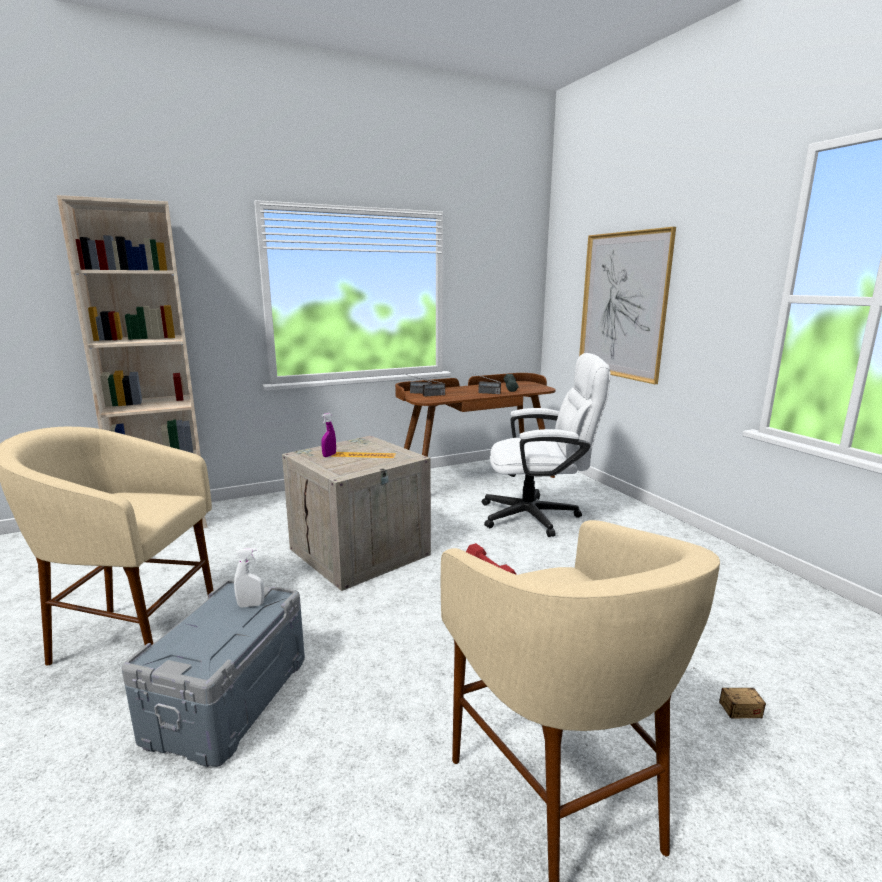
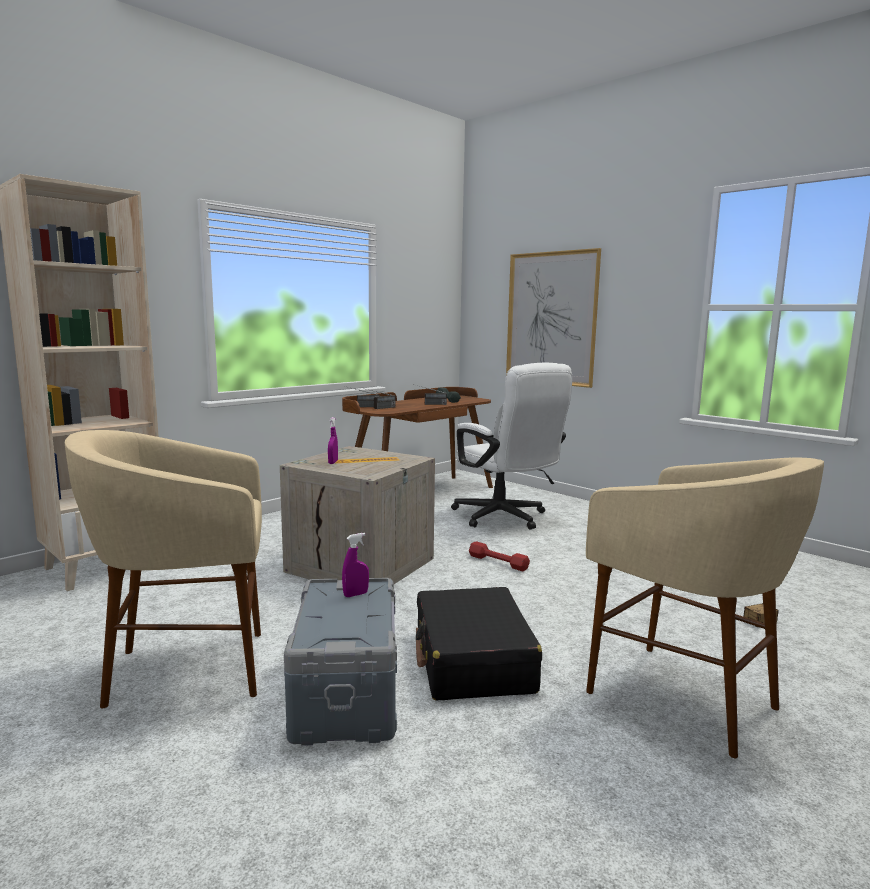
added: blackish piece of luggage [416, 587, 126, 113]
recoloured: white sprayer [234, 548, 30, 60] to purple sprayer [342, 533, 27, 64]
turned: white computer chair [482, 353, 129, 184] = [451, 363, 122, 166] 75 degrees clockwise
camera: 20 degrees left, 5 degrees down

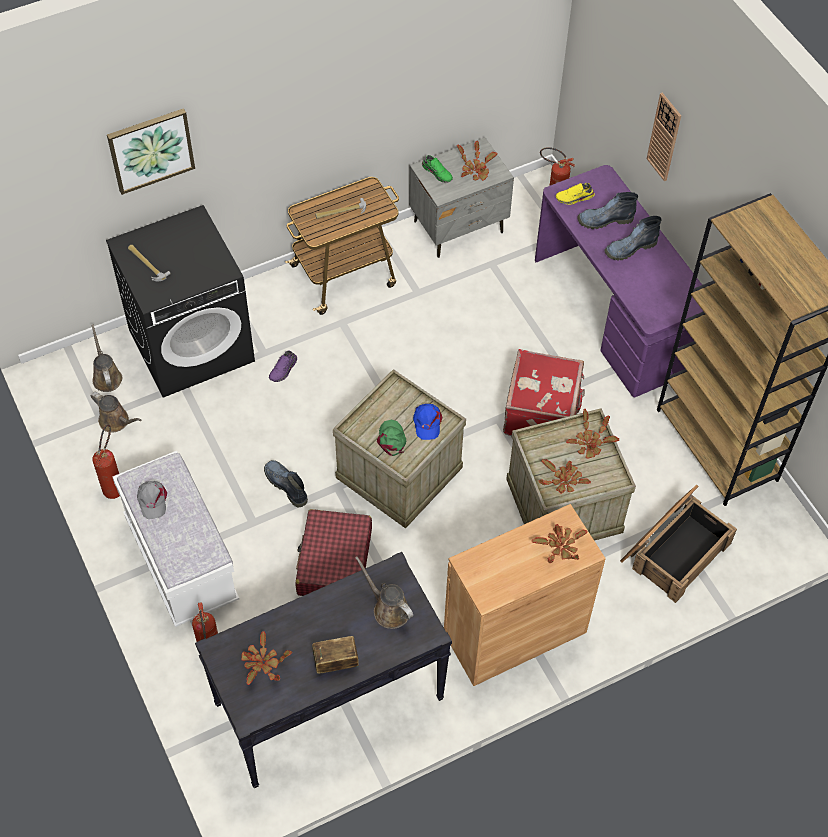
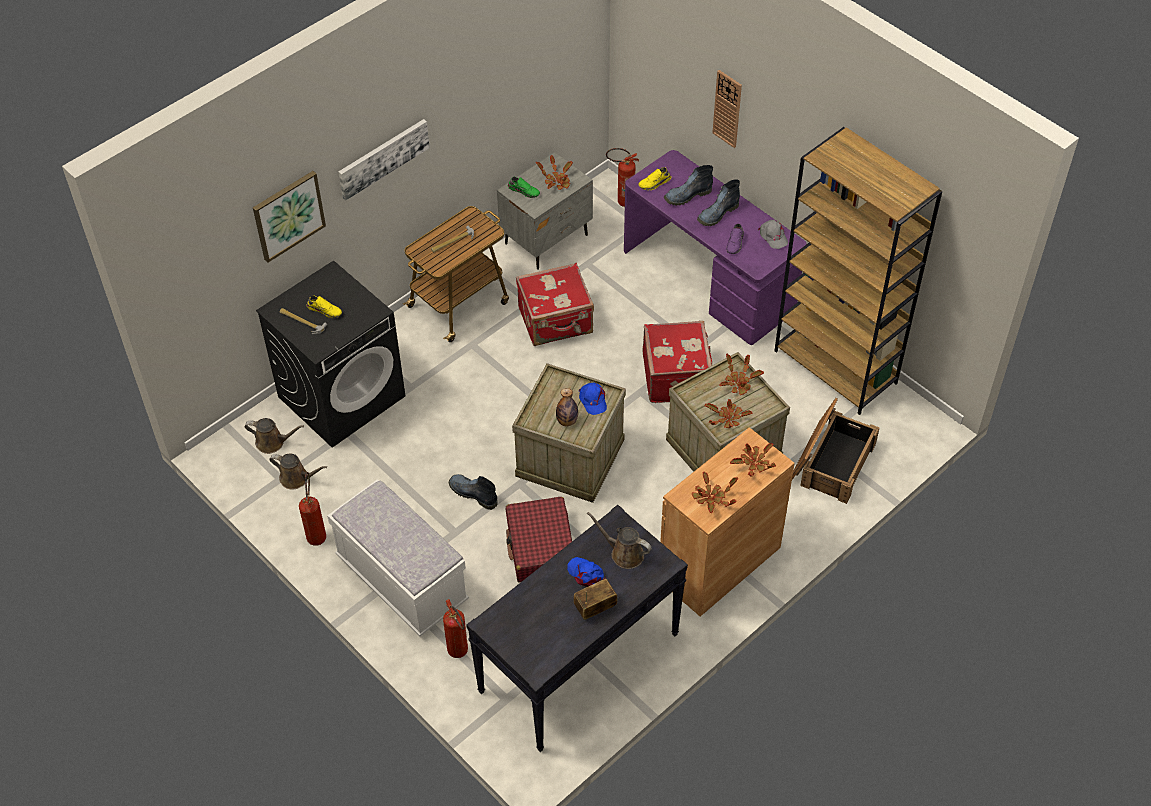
added: yellow item of footwear [307, 295, 35, 23]; wall picture [338, 119, 92, 81]; reddish piece of luggage [516, 263, 78, 83]; blue baseball cap [567, 557, 39, 30]
moved: plant in a pot [241, 631, 51, 54] to [692, 471, 46, 42]; purple item of footwear [269, 351, 28, 31] to [727, 224, 17, 30]; gray baseball cap [137, 481, 30, 38] to [758, 220, 30, 29]
replaced: green baseball cap [377, 419, 29, 37] to beverage bottle [556, 388, 22, 38]
turned: brownish sprinkling can [92, 325, 30, 67] = [245, 418, 59, 36] 135 degrees clockwise
camera: 15 degrees left, 5 degrees down

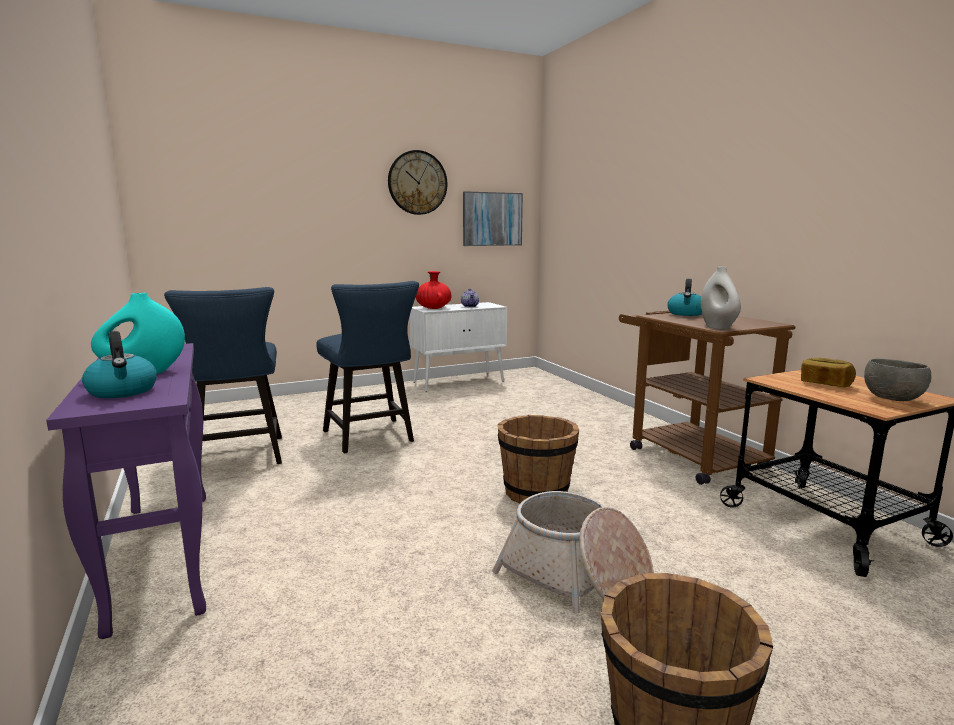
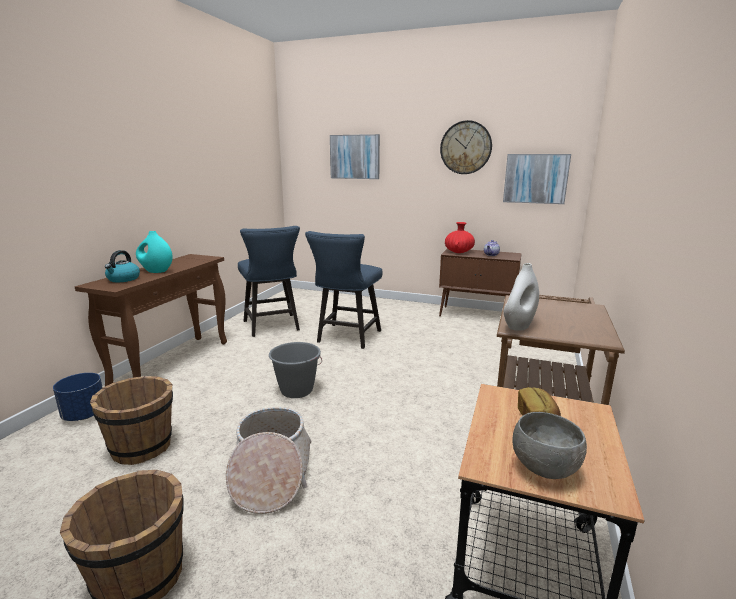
removed: kettle [667, 279, 35, 37]
added: blue plant pot [53, 373, 50, 48]; gray water bucket [269, 342, 53, 56]; wall picture [330, 134, 50, 45]
moved: brownish water bucket [498, 415, 81, 88] to [90, 376, 83, 89]
recoloured: purple hall table [46, 343, 160, 296] to brownish hall table [75, 254, 152, 132]; white cupboard [409, 302, 98, 90] to brownish cupboard [439, 248, 83, 68]
turned: blue plain chair [164, 287, 118, 177] = [238, 226, 62, 111] 45 degrees counterclockwise
camera: 45 degrees right, 5 degrees up

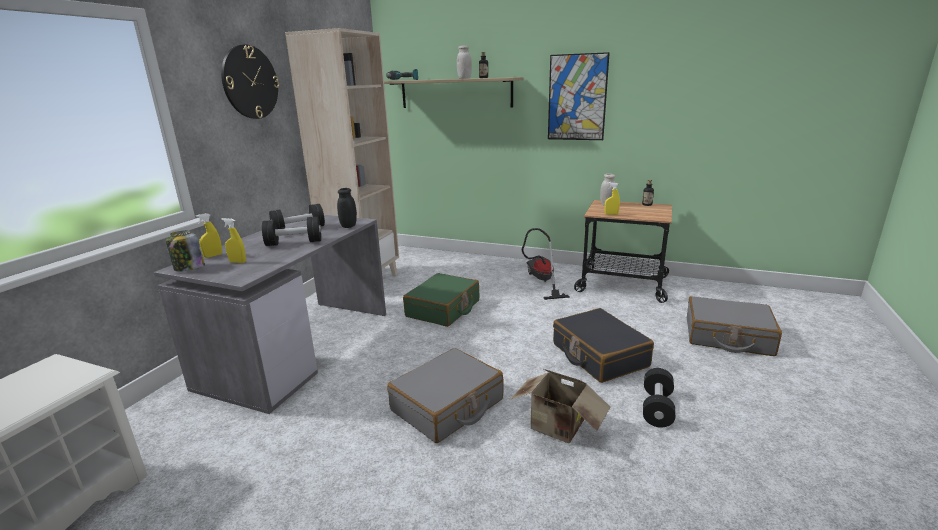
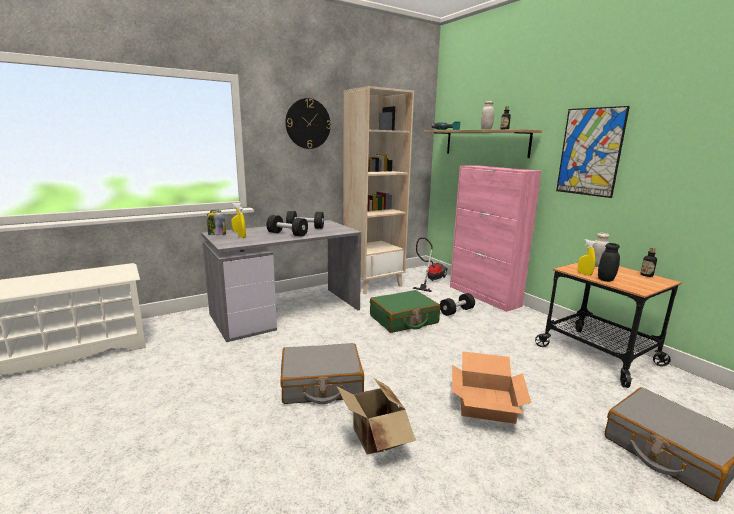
added: pink cupboard [450, 165, 91, 147]
moved: hoover [522, 228, 48, 72] to [413, 237, 35, 55]; blackish dumbbell [643, 368, 32, 60] to [440, 293, 35, 23]; blackish jar [337, 188, 20, 40] to [598, 243, 22, 39]
replaced: blackish piece of luggage [553, 308, 101, 75] to cardboard box [452, 351, 79, 73]
camera: 35 degrees right, 5 degrees down

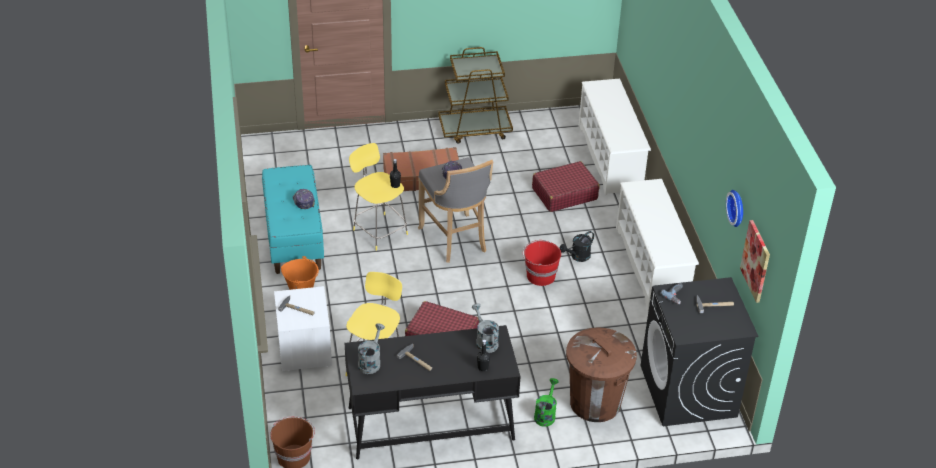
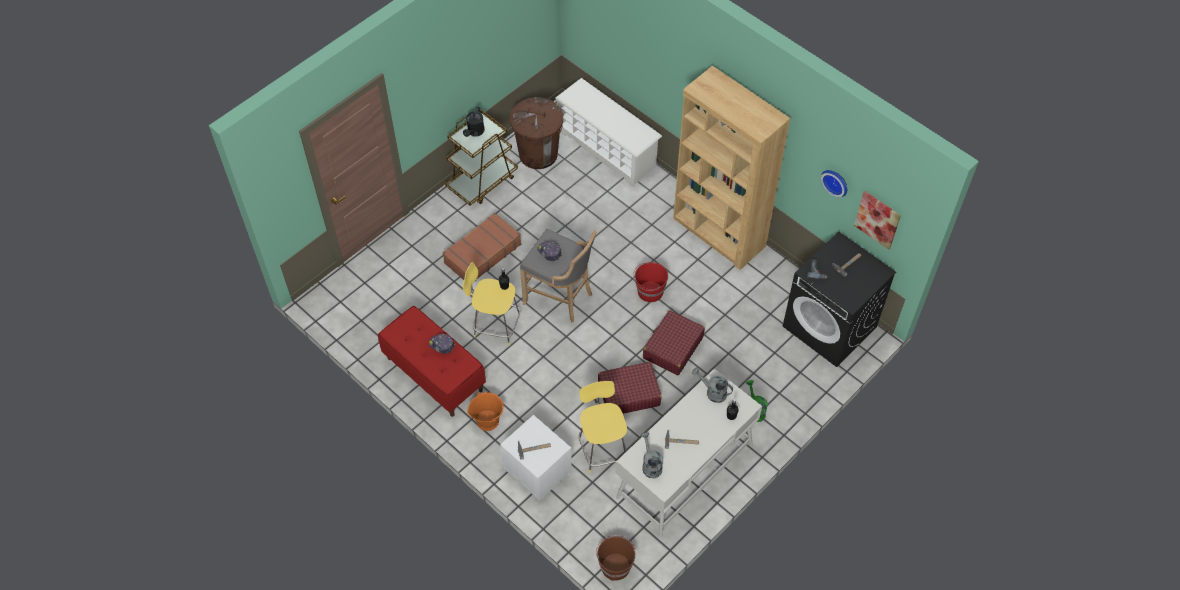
moved: blackish sprinkling can [559, 231, 35, 31] to [463, 107, 22, 30]; brownish rubbish bin [566, 327, 71, 95] to [510, 97, 53, 72]; reddish piece of luggage [532, 161, 68, 51] to [643, 310, 62, 65]
replaced: white shoe stand [616, 179, 83, 132] to brownish shelving unit [673, 66, 117, 204]
recoloured: blue-green indoor bench [262, 165, 62, 109] to reddish indoor bench [378, 306, 108, 111]; blackish desk table [345, 325, 176, 135] to white desk table [616, 368, 146, 169]
camera: 35 degrees left, 15 degrees up

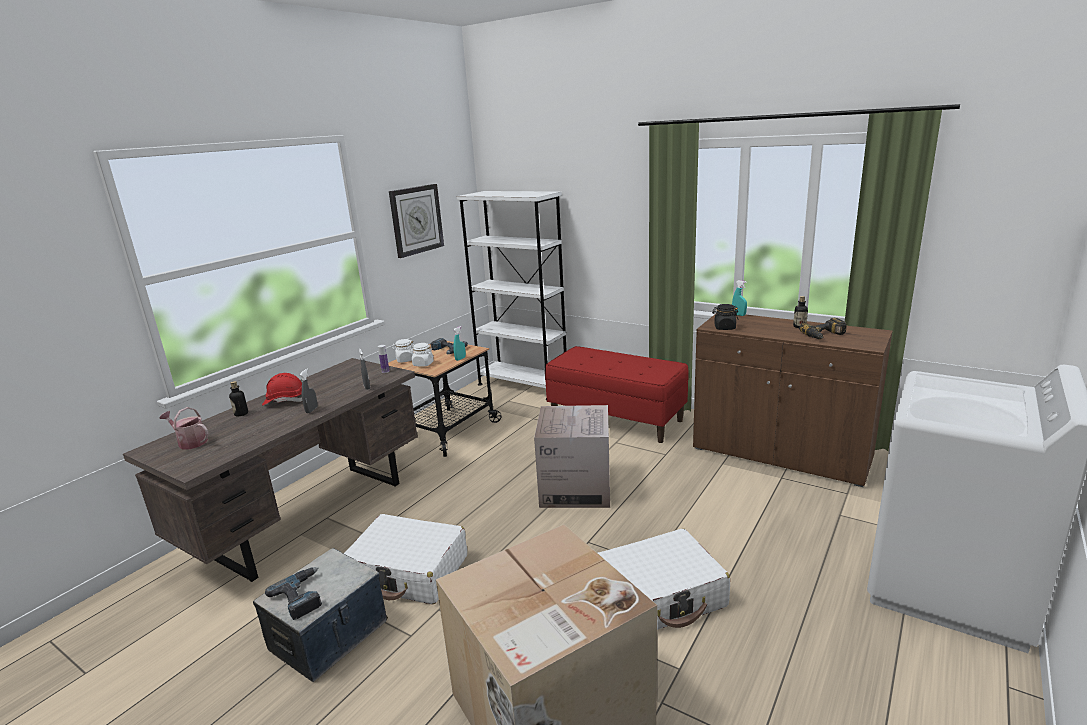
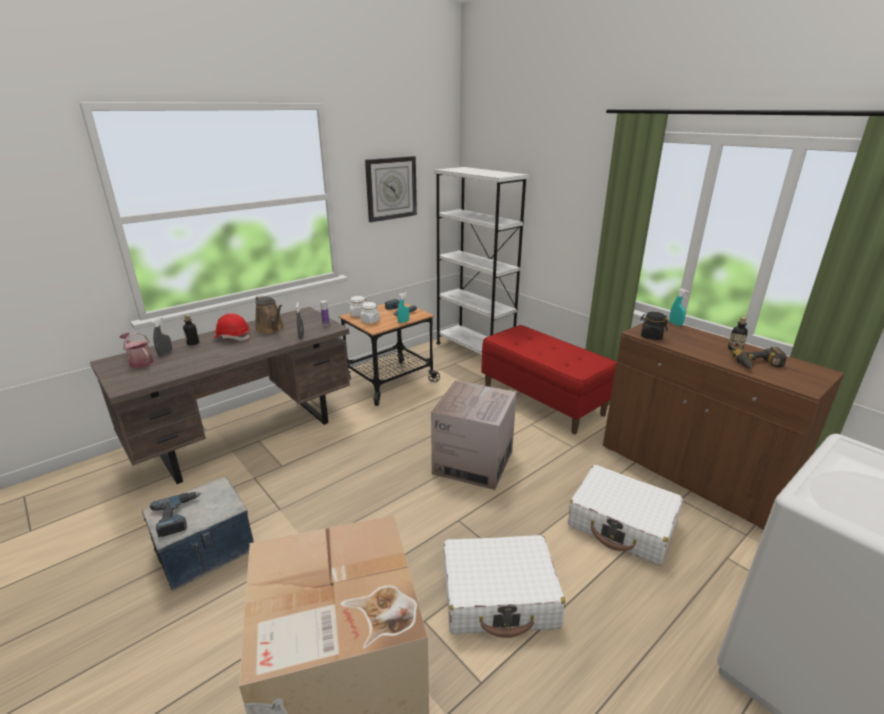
added: brownish sprinkling can [255, 295, 29, 39]
moved: gray sprayer [300, 368, 18, 45] to [152, 317, 20, 39]; white piece of luggage [344, 514, 123, 90] to [568, 465, 115, 100]
camera: 15 degrees right, 5 degrees up

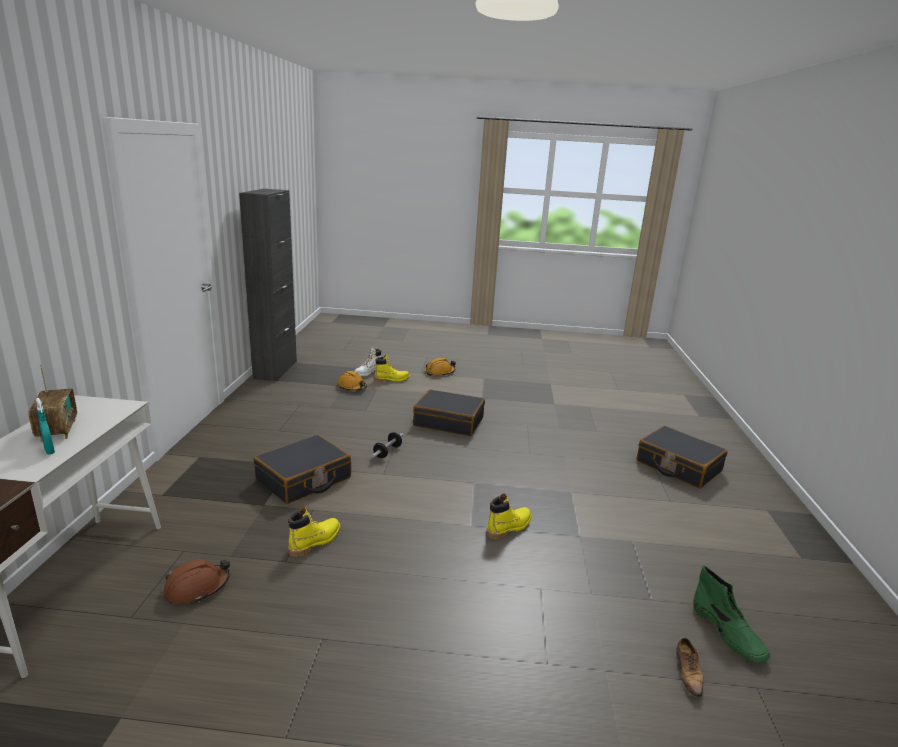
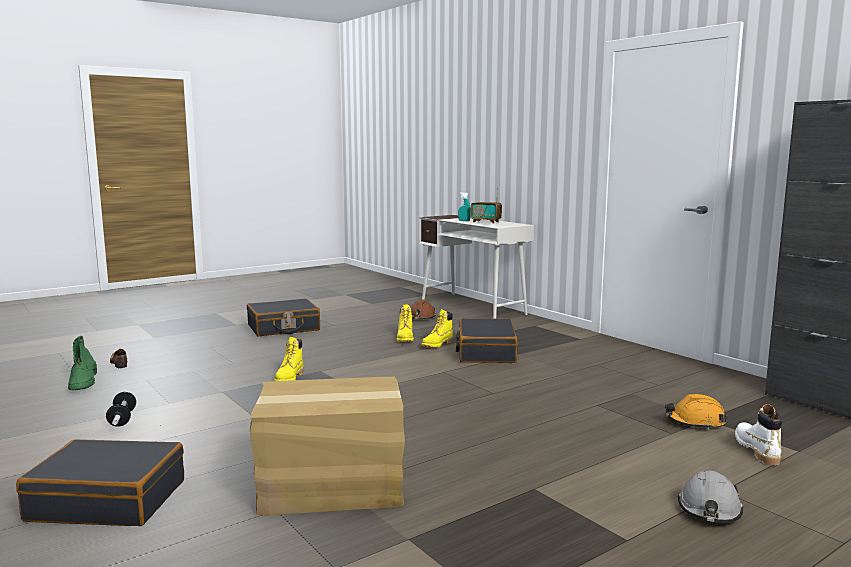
added: cardboard box [250, 377, 155, 138]
moved: dumbbell [371, 432, 32, 26] to [106, 392, 30, 35]; blackish piece of luggage [413, 389, 72, 47] to [247, 299, 73, 37]; yellow high-top boot [374, 355, 36, 27] to [421, 309, 32, 38]
recoloured: orange work helmet [426, 358, 30, 18] to gray work helmet [678, 470, 65, 53]
turned: green high-top boot [693, 566, 77, 97] = [68, 336, 29, 54] 135 degrees counterclockwise
camera: 140 degrees right, 10 degrees down

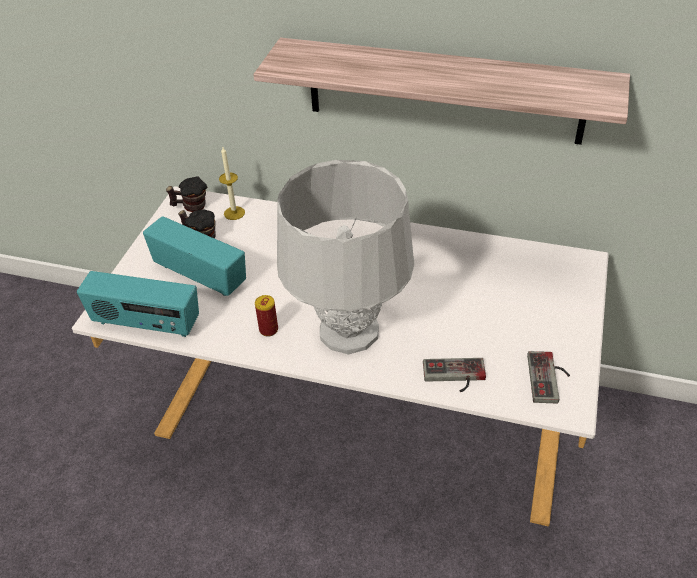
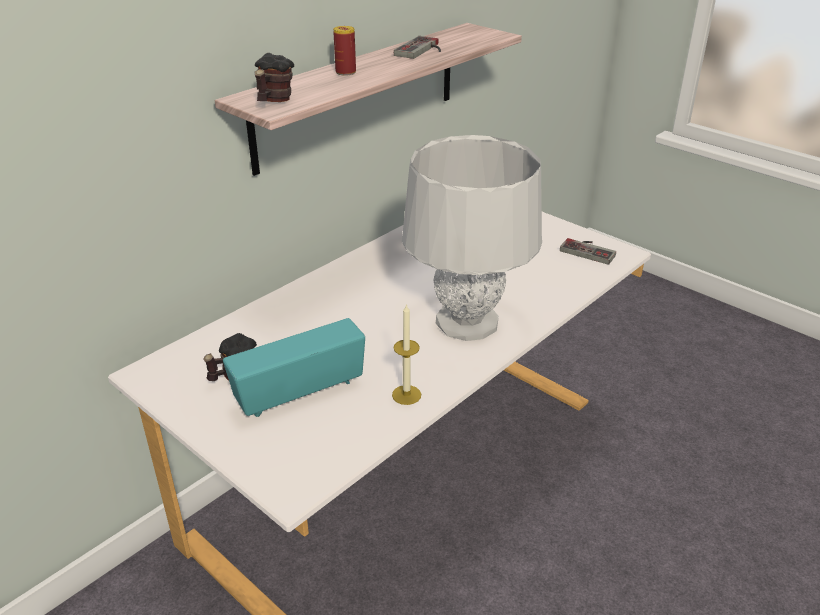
removed: radio set [77, 271, 122, 66]
moved: mug [166, 176, 41, 36] to [255, 53, 39, 49]; sealed can [255, 295, 23, 42] to [333, 26, 23, 50]; wax candle [219, 147, 26, 73] to [392, 304, 29, 101]; joypad [423, 358, 63, 34] to [394, 36, 47, 23]
camera: 65 degrees left, 10 degrees down

